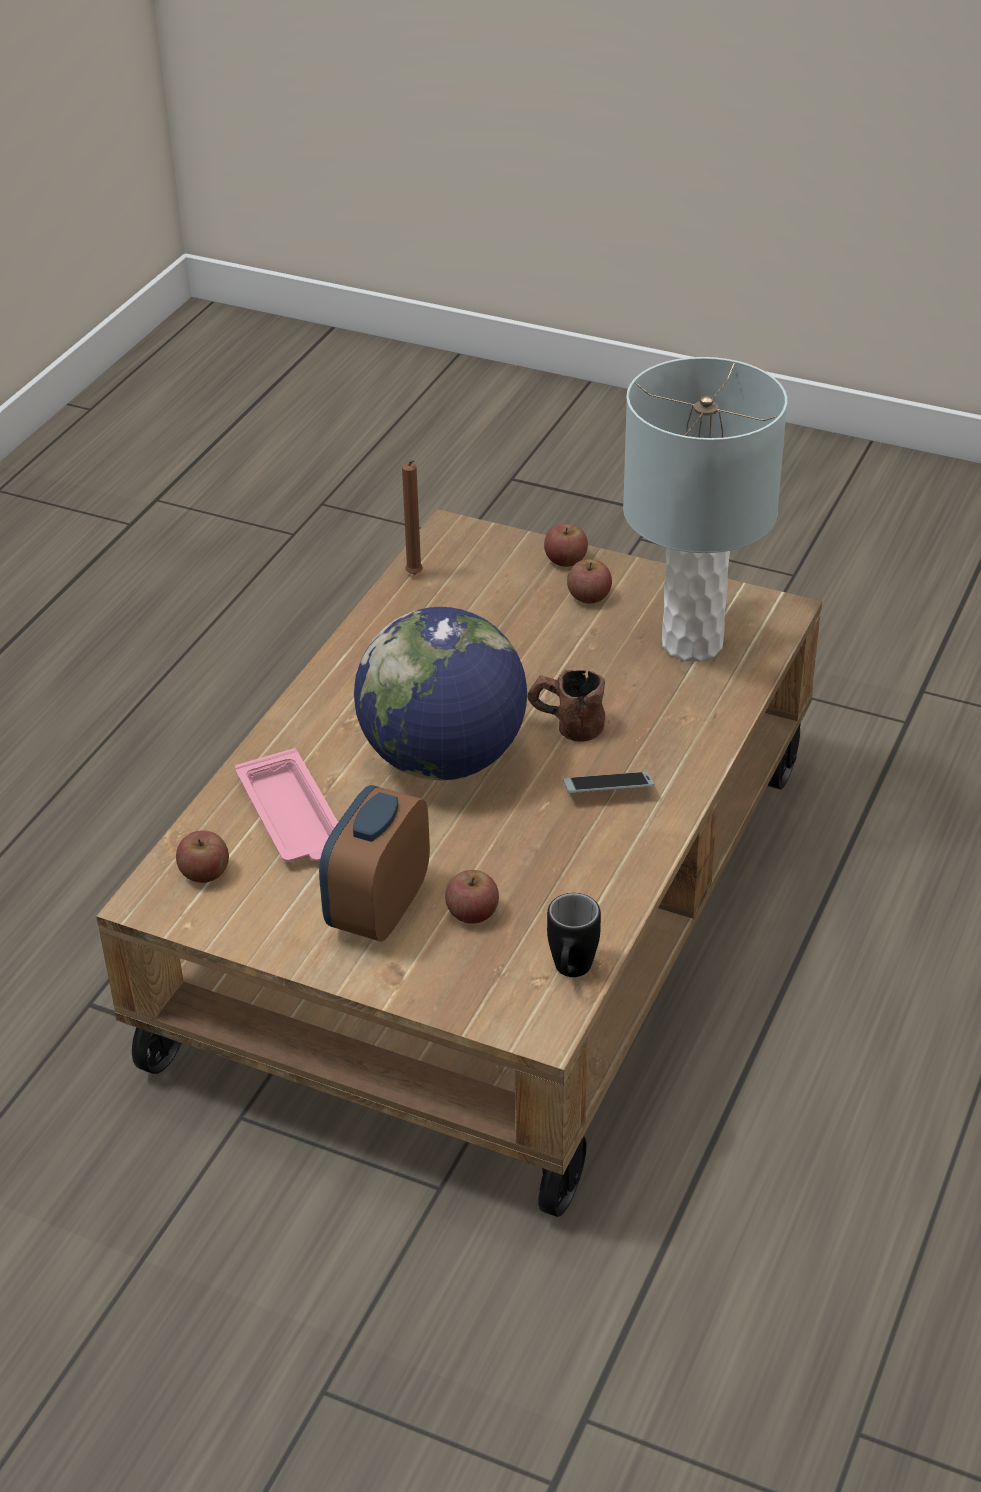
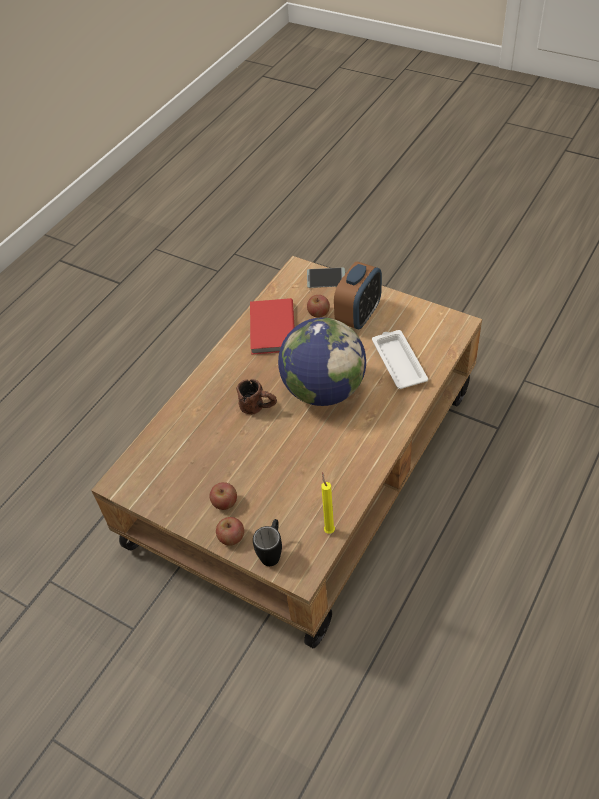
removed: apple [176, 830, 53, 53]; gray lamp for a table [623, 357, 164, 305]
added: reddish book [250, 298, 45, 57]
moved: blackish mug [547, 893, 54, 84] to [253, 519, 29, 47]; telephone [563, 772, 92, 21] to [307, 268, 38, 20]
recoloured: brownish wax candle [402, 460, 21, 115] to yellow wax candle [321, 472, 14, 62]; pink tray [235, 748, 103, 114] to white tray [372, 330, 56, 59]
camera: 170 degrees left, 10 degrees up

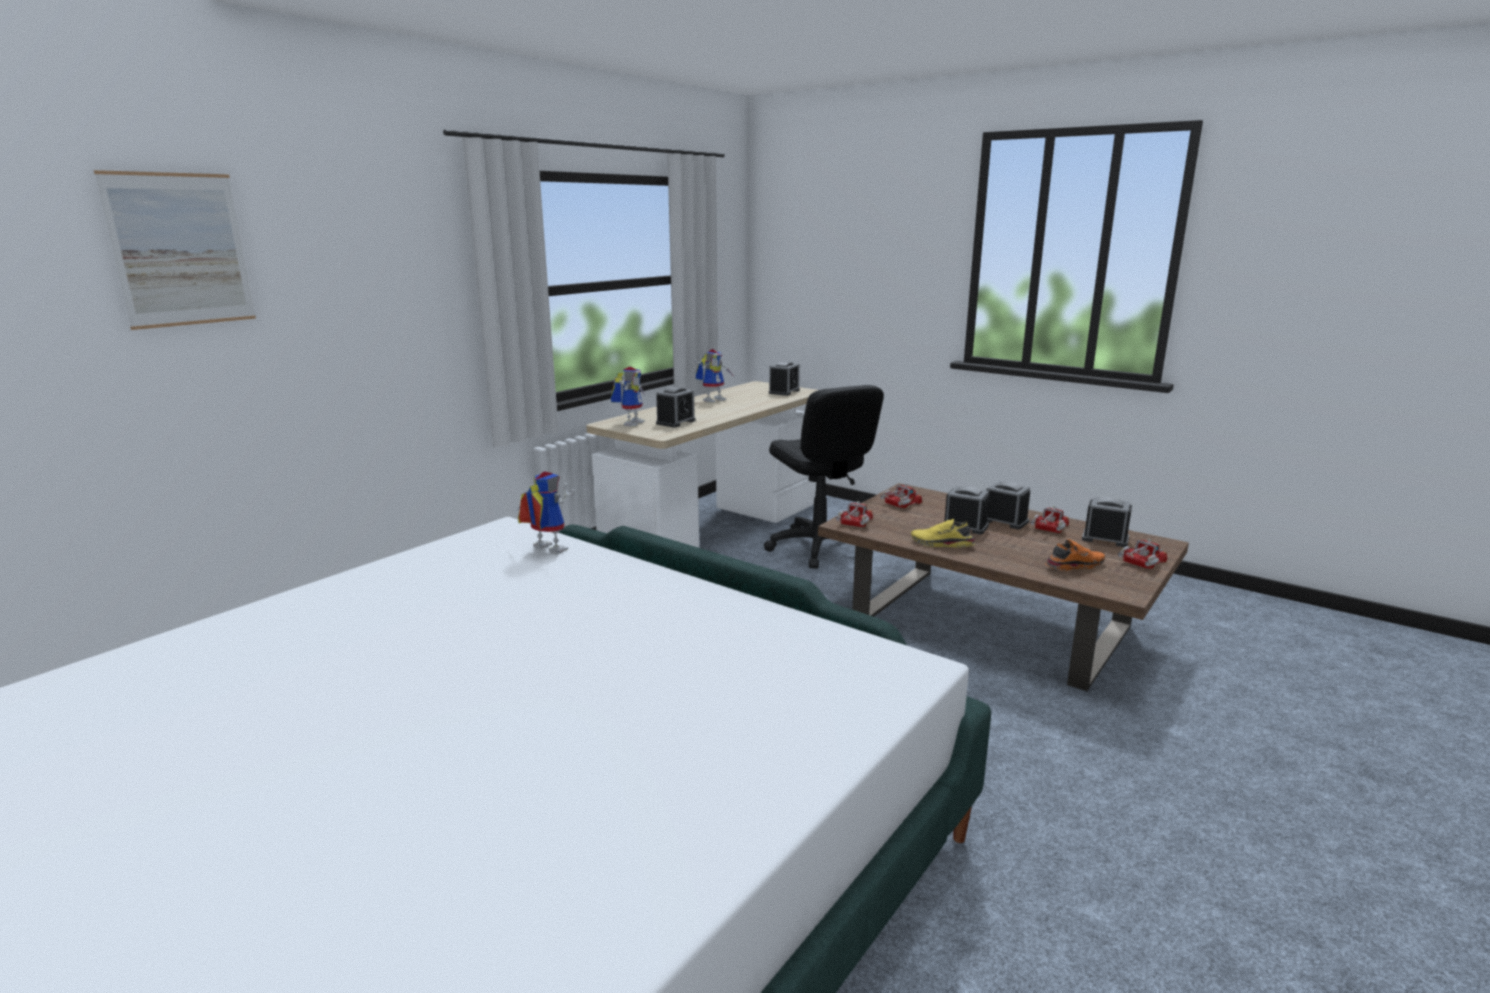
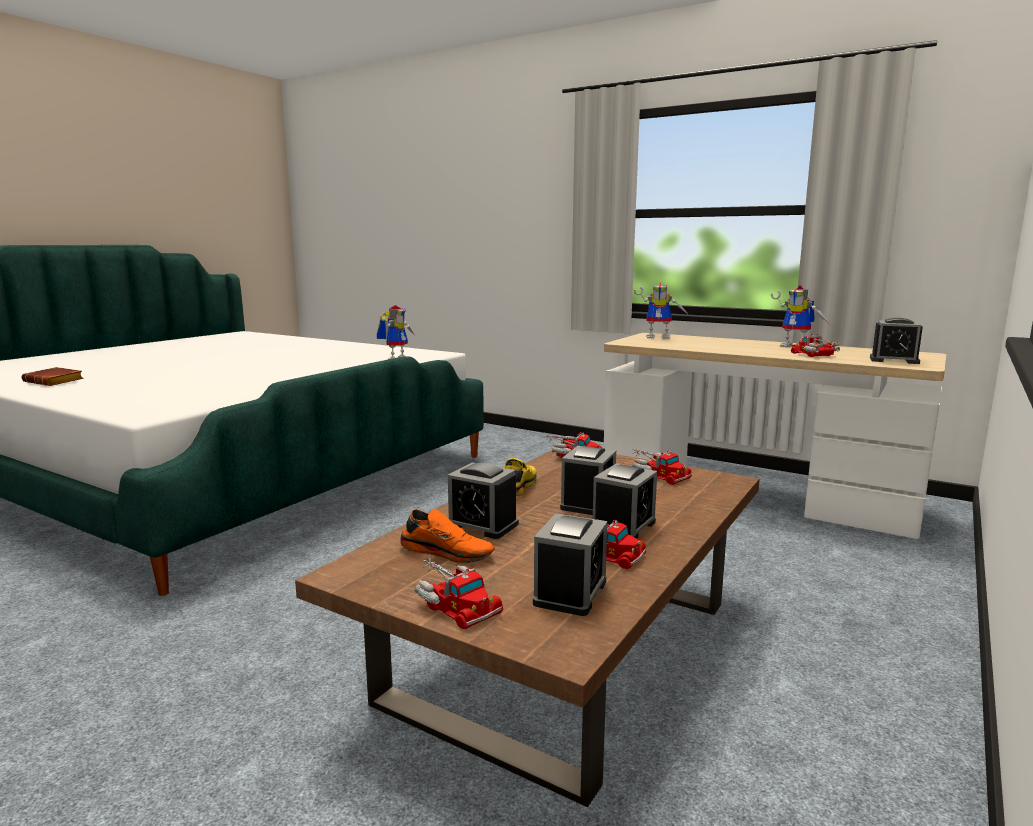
removed: wall picture [94, 170, 162, 160]; blackish computer chair [764, 385, 120, 184]
added: brownish book [22, 367, 62, 19]; toy truck [791, 333, 49, 24]
moved: alarm clock [656, 387, 40, 40] to [448, 463, 71, 76]
turned: orange item of footwear [1045, 539, 60, 32] = [399, 509, 96, 54] 45 degrees counterclockwise
camera: 85 degrees right, 5 degrees down

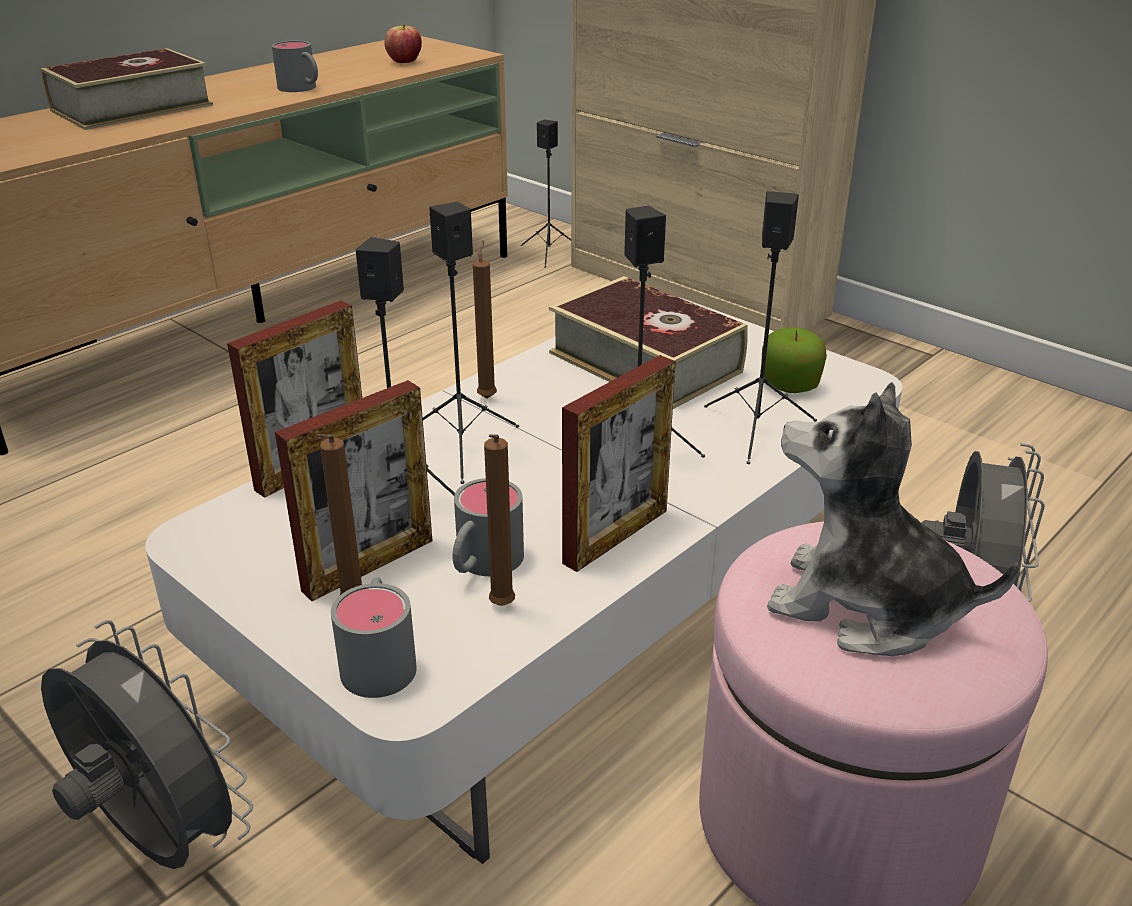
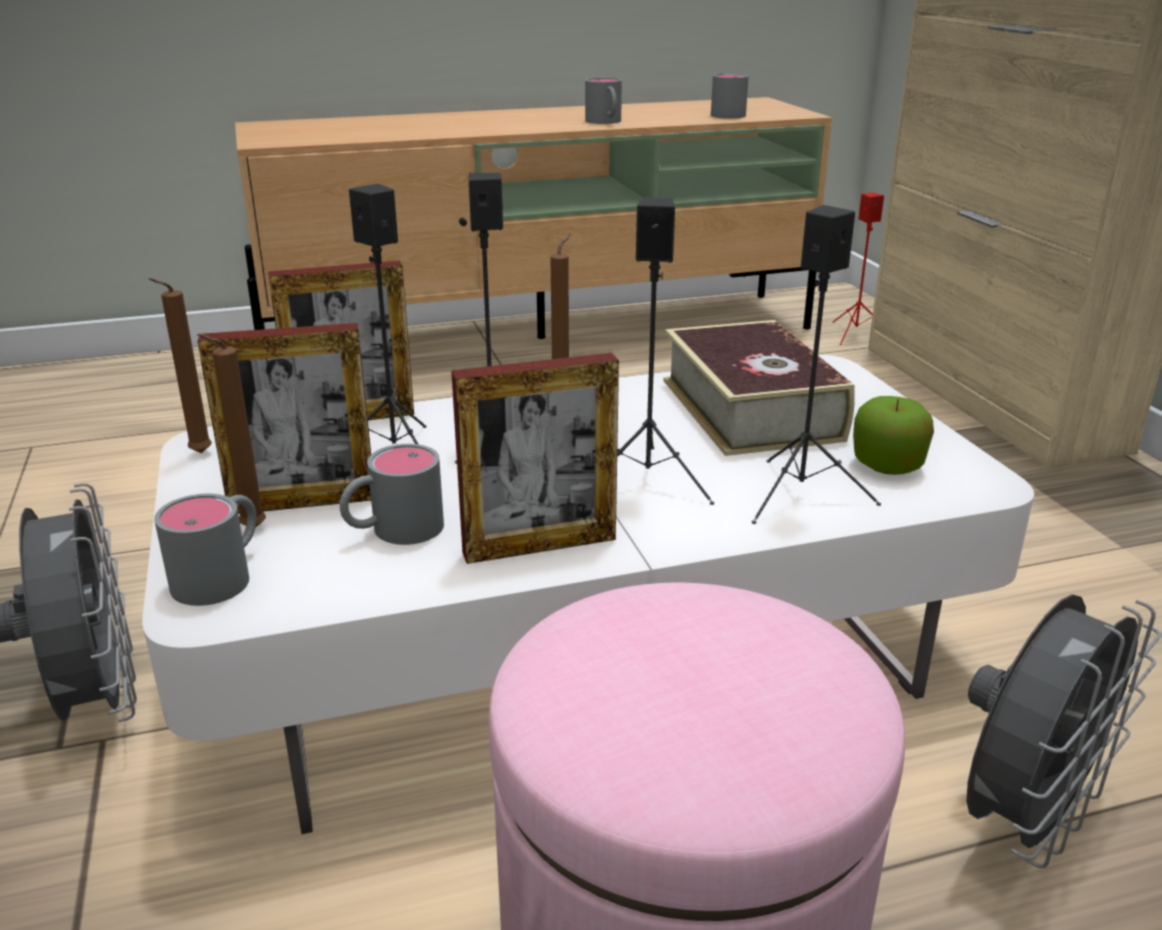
removed: book [40, 48, 173, 82]; soft toy [767, 382, 252, 274]
moved: brownish wax candle [484, 434, 31, 172] to [149, 278, 63, 175]
replaced: apple [384, 24, 38, 39] to gray mug [711, 73, 38, 46]
recoloured: blackish loudspeaker [521, 119, 50, 148] to reddish loudspeaker [832, 192, 52, 153]
camera: 30 degrees right, 5 degrees down

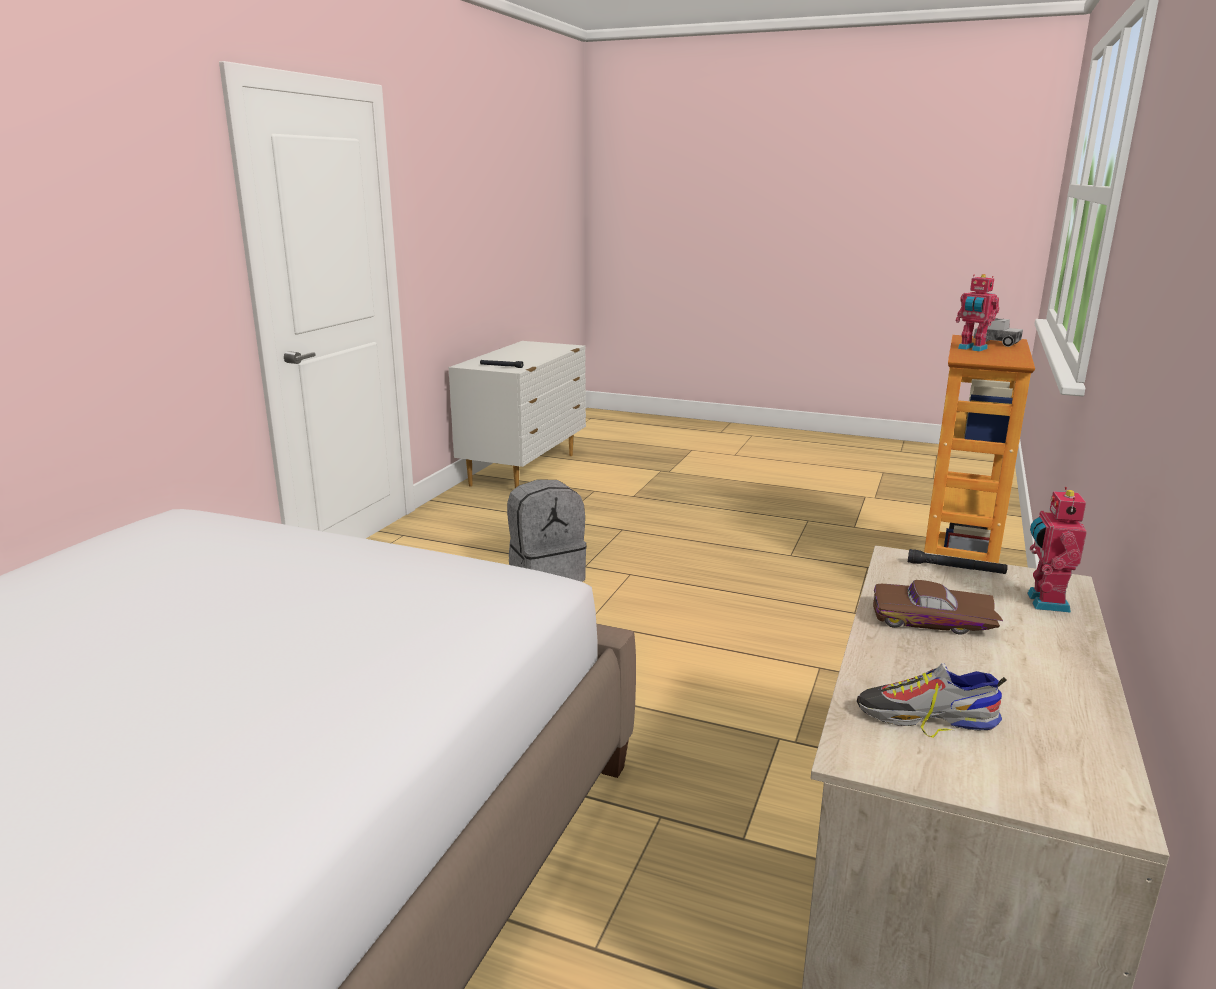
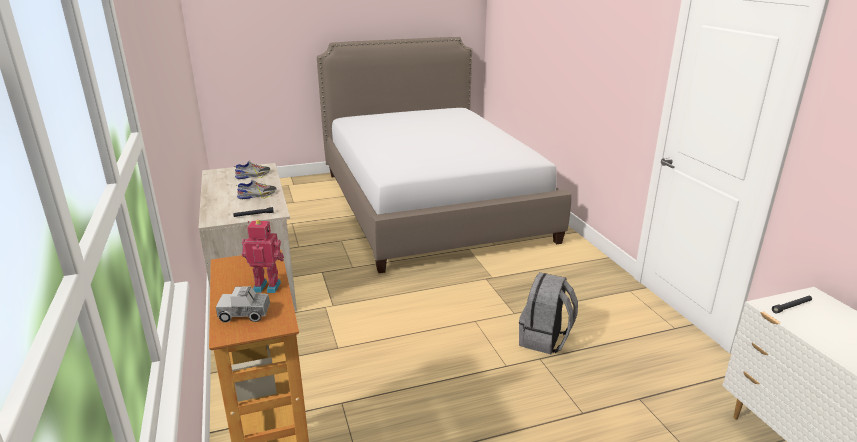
removed: robot figure [1027, 487, 60, 126]
replaced: brownish model car [873, 580, 130, 55] to item of footwear [237, 180, 40, 19]
camera: 140 degrees right, 5 degrees up

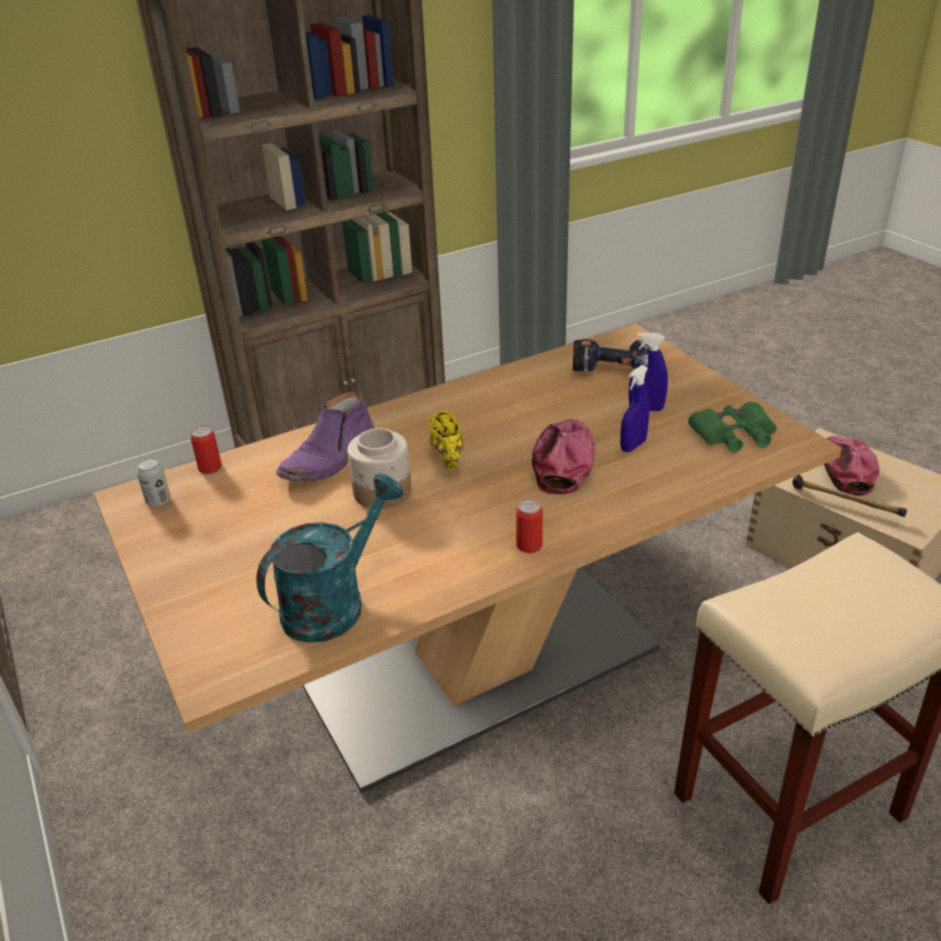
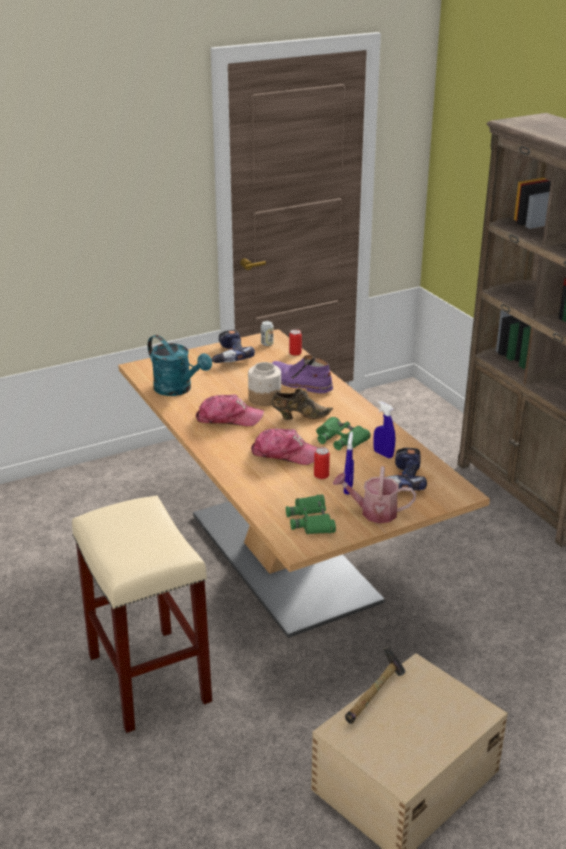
added: electric drill [212, 330, 43, 33]; green binoculars [316, 417, 55, 33]; sprinkling can [333, 466, 83, 57]
moved: baseball cap [824, 436, 55, 60] to [196, 394, 68, 32]; sealed can [516, 499, 27, 54] to [314, 447, 16, 32]; blue sprayer [620, 365, 29, 87] to [373, 401, 22, 57]
recoloured: yellow item of footwear [426, 411, 37, 59] to brownish item of footwear [271, 389, 62, 31]
camera: 90 degrees right, 5 degrees down

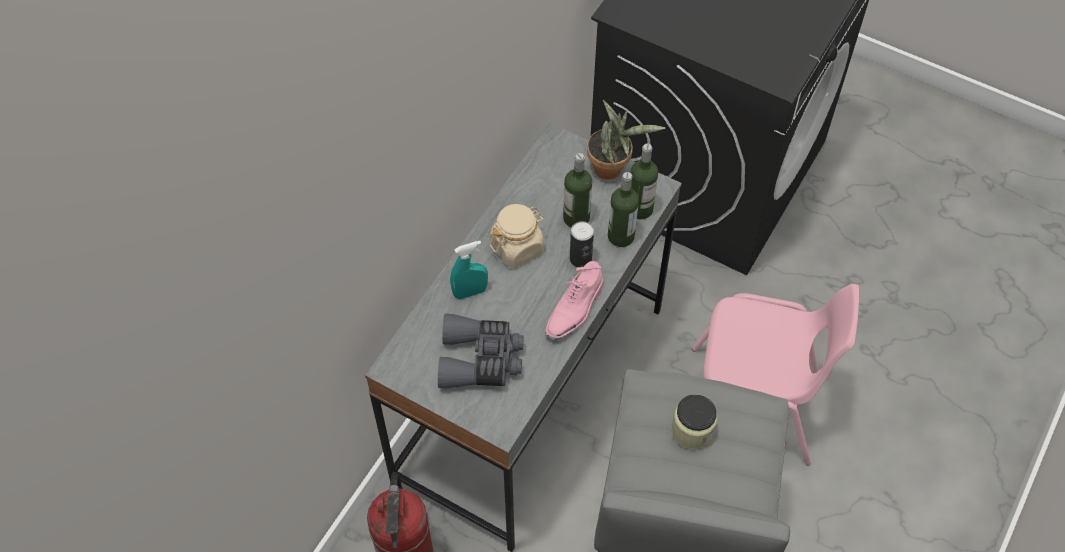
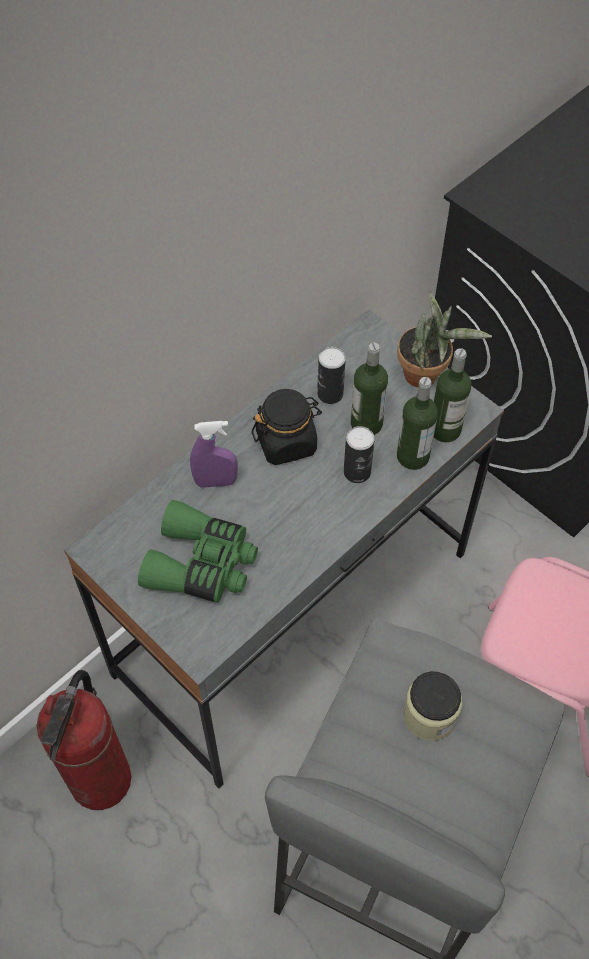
removed: pink item of footwear [545, 261, 58, 79]
added: sealed can [317, 347, 29, 57]
recoloured: gray binoculars [438, 314, 86, 75] to green binoculars [138, 500, 120, 103]; blue-green sprayer [450, 241, 38, 58] to purple sprayer [190, 421, 48, 67]; beige-coloured jar [490, 204, 54, 64] to blackish jar [252, 389, 70, 76]
camera: 15 degrees right, 0 degrees up

